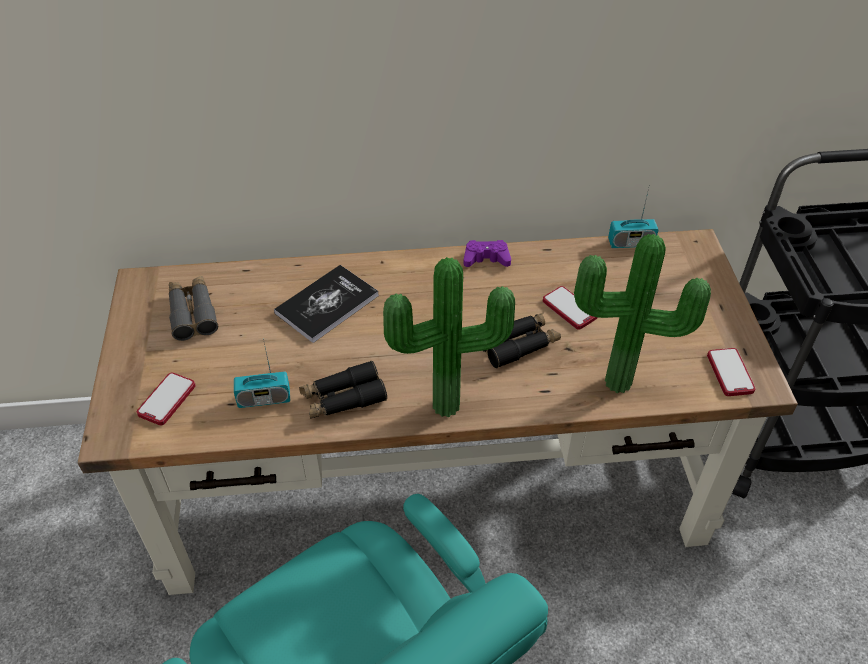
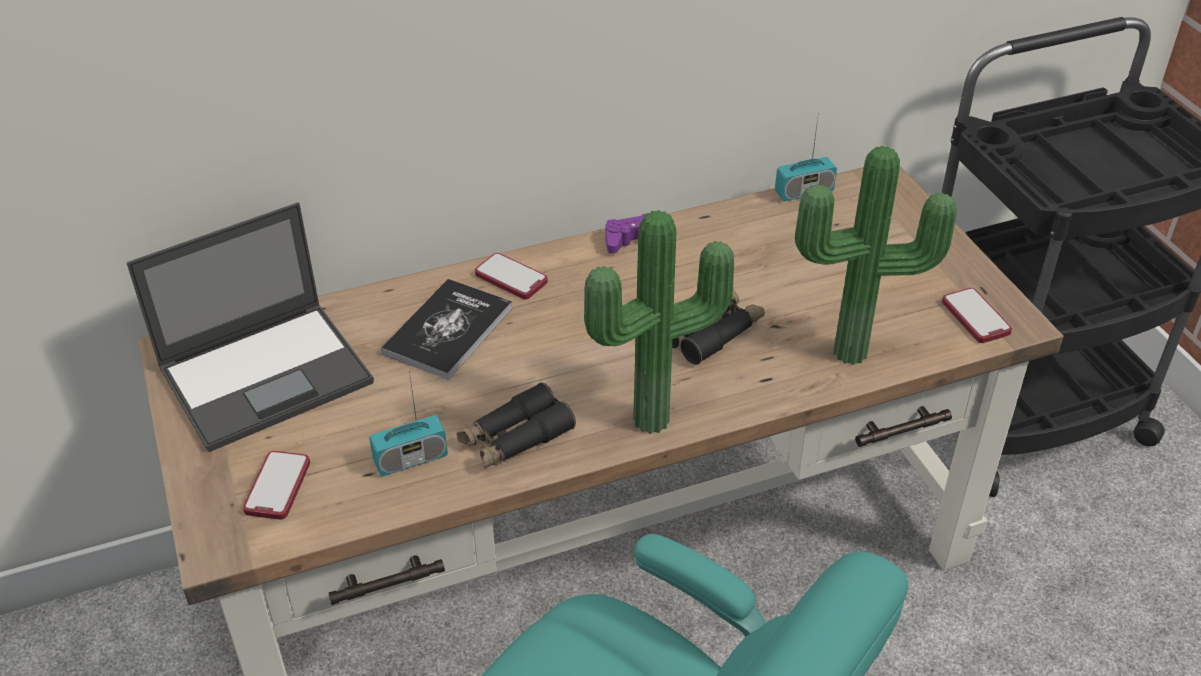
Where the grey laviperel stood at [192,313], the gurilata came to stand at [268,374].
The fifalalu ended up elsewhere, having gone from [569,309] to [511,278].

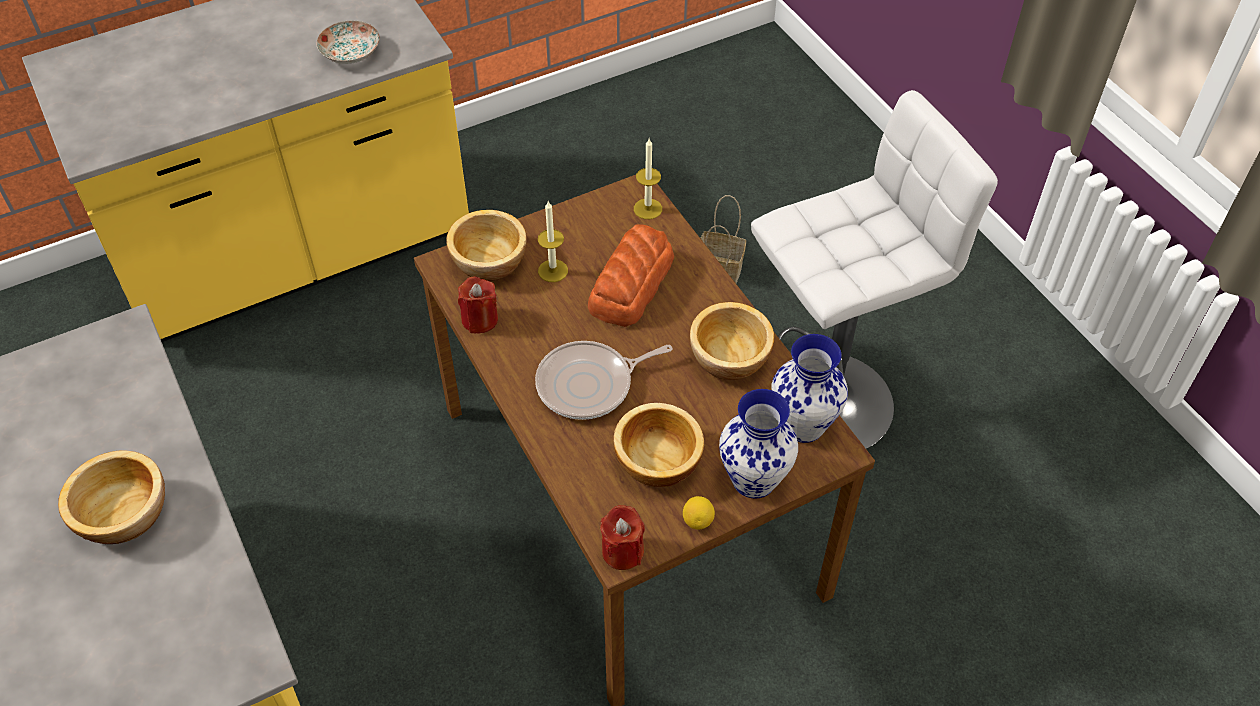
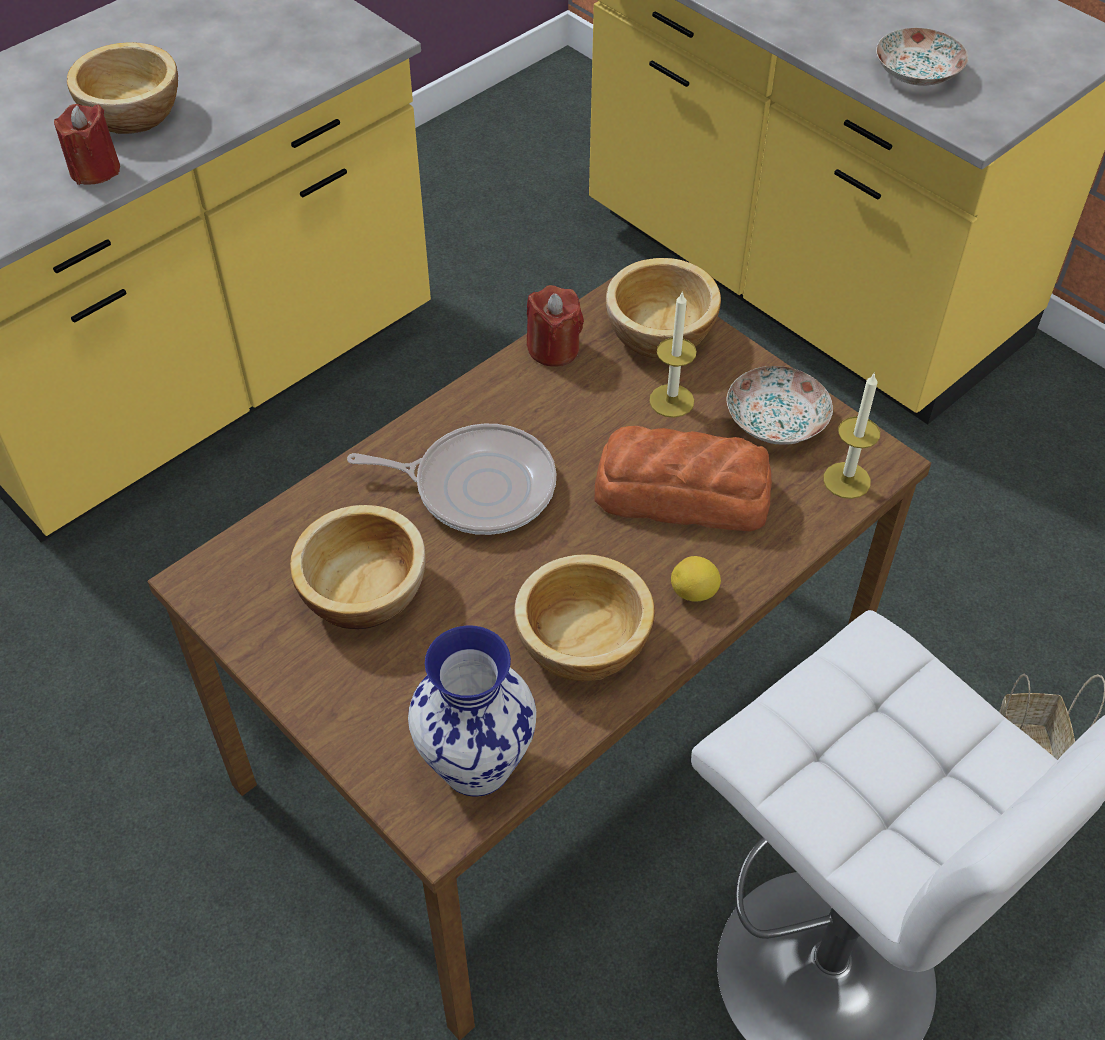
The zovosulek at [589,385] ended up facing another way, 135 degrees clockwise from before.
The second view lost the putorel at [754,481].
The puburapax ended up elsewhere, having gone from [698,520] to [694,592].
The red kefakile ended up elsewhere, having gone from [622,551] to [95,170].
The second view gained the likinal at [777,420].

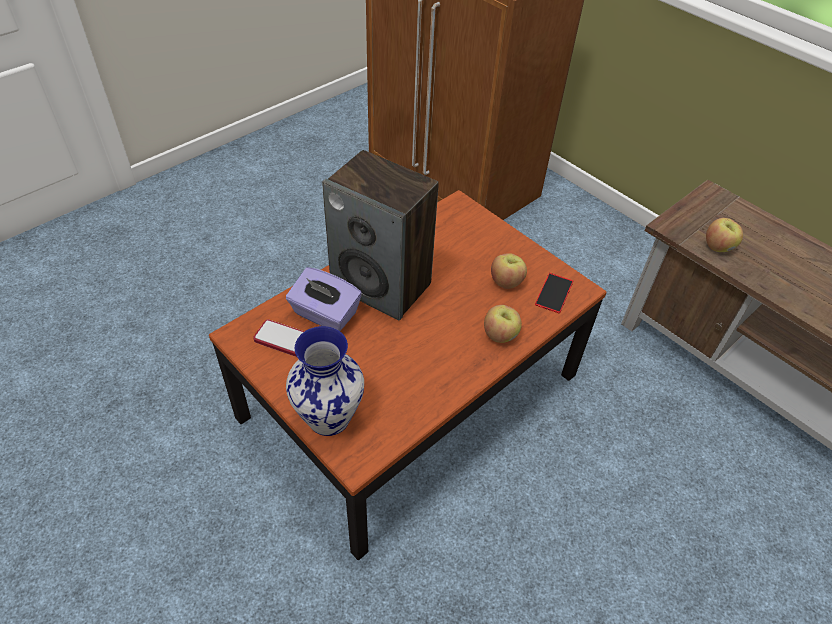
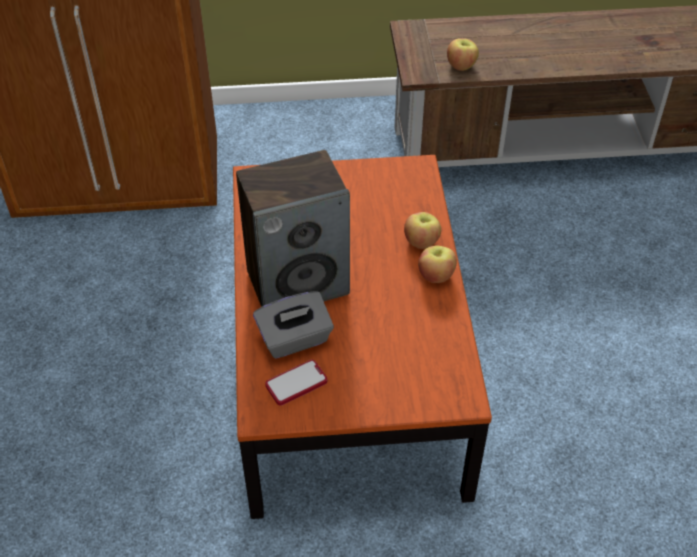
The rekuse ended up elsewhere, having gone from [506,282] to [436,275].
What was the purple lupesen at [325,314] turned into the grey lupesen at [295,339].
The second view lost the fifalalu at [554,293].
The second view lost the putorel at [328,416].

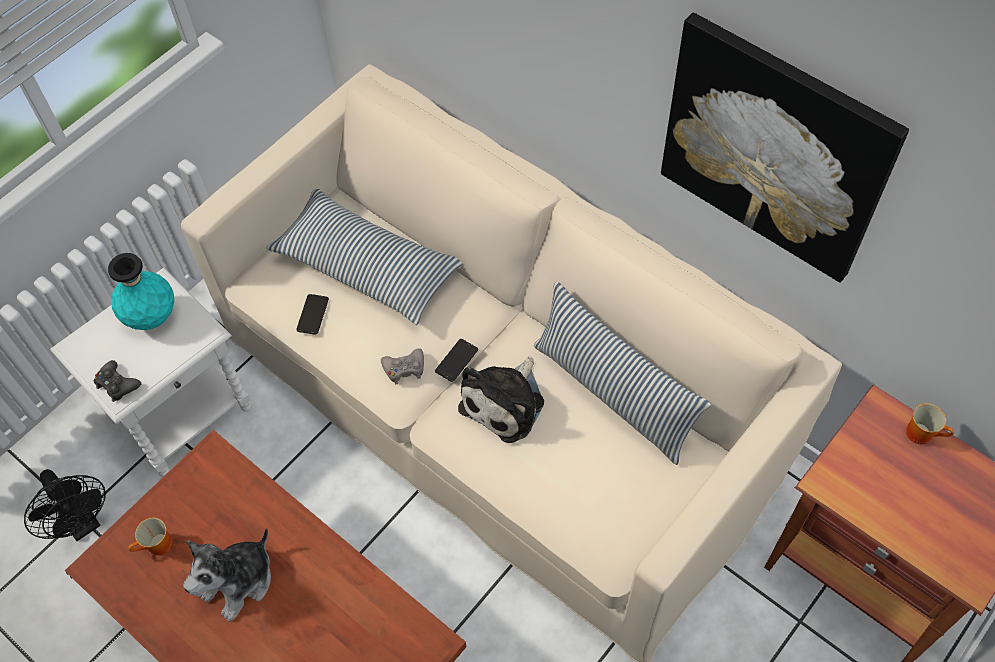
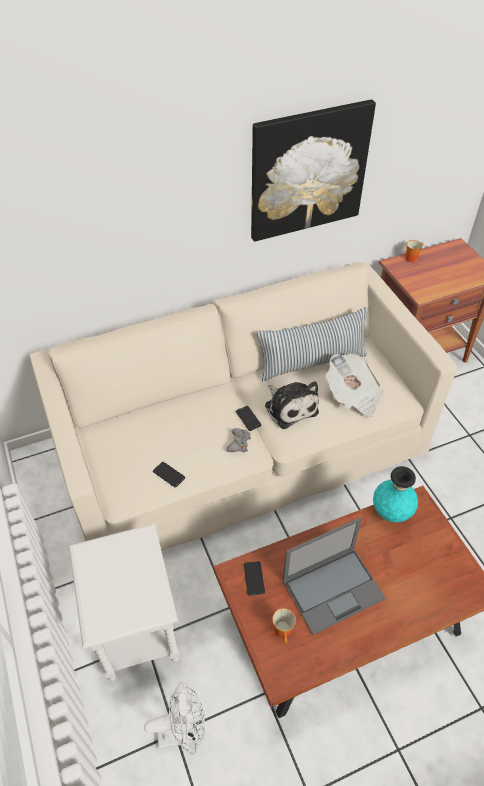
The second view lost the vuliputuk at [367,266].
The turquoise putorel ended up elsewhere, having gone from [151,316] to [391,512].
The second view lost the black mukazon at [117,384].
What was the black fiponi at [83,523] turned into the white fiponi at [182,731].
Where the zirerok stood at [239,581], the gurilata came to stand at [334,588].
The second view gained the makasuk at [353,395].
The second view gained the fifalalu at [254,578].

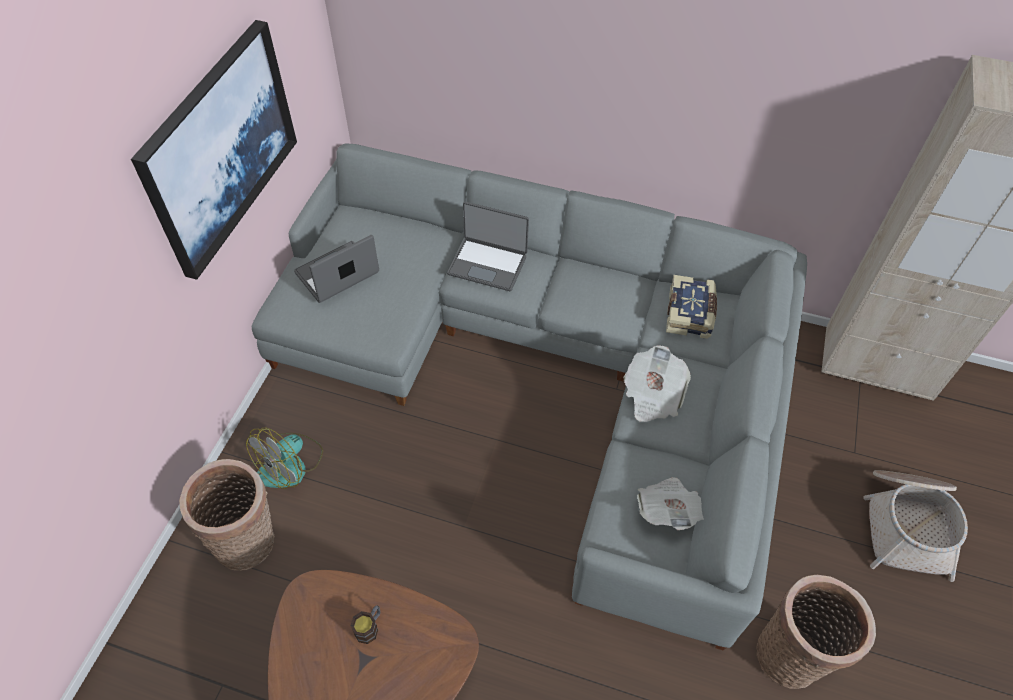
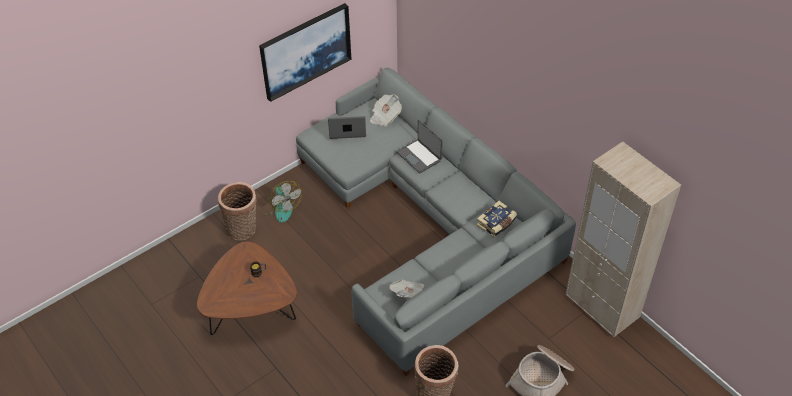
The makasuk ended up elsewhere, having gone from [652,395] to [385,117].
The fiponi at [291,465] ended up facing another way, 105 degrees counterclockwise from before.

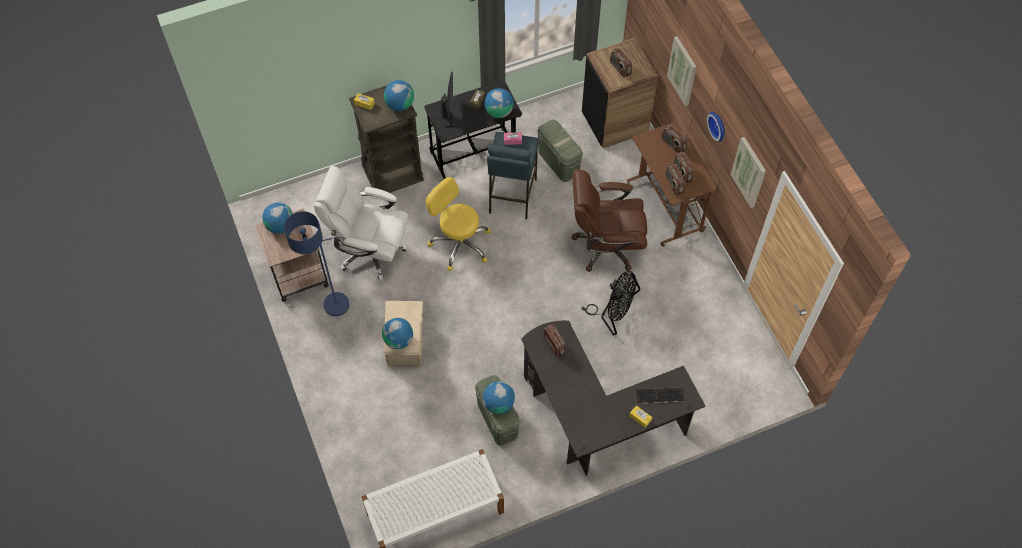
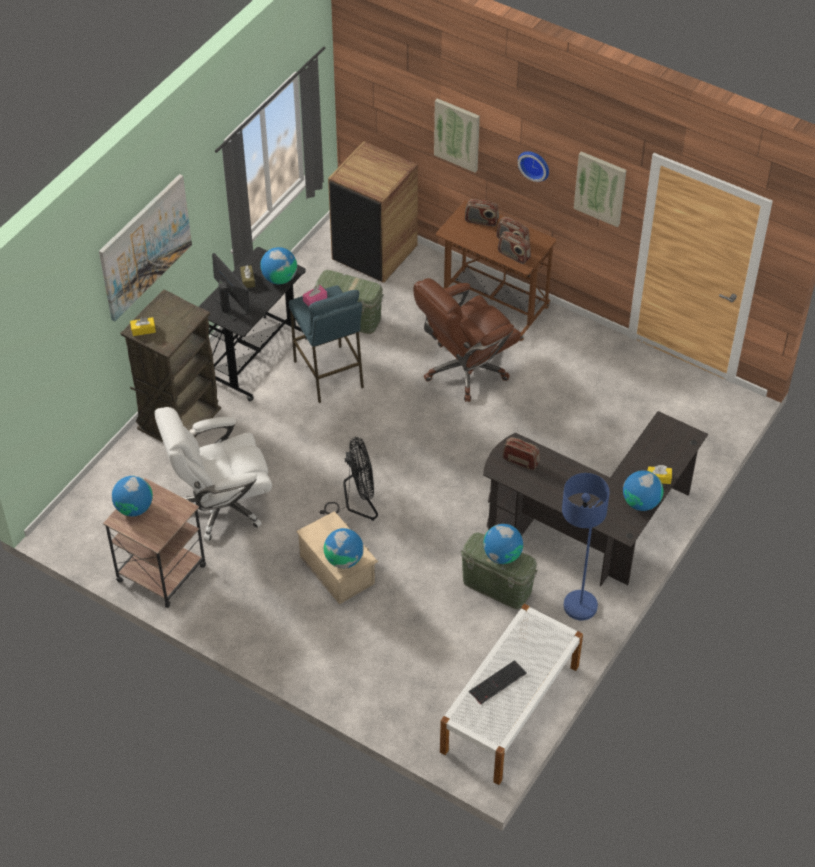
The second view lost the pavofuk at [620,68].
The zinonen ended up elsewhere, having gone from [400,104] to [641,502].
The second view lost the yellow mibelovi at [458,242].
The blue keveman ended up elsewhere, having gone from [328,307] to [574,613].
The black fiponi ended up elsewhere, having gone from [613,311] to [355,497].
The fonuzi ended up elsewhere, having gone from [659,396] to [497,683].
The second view gained the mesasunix at [145,246].

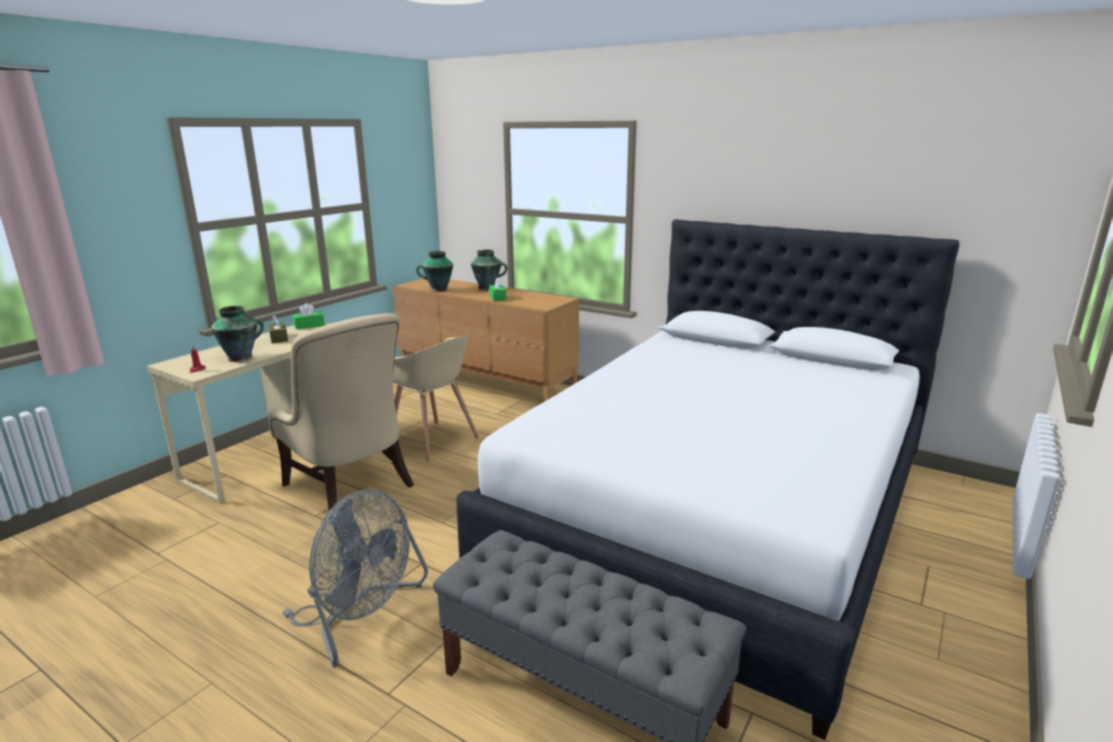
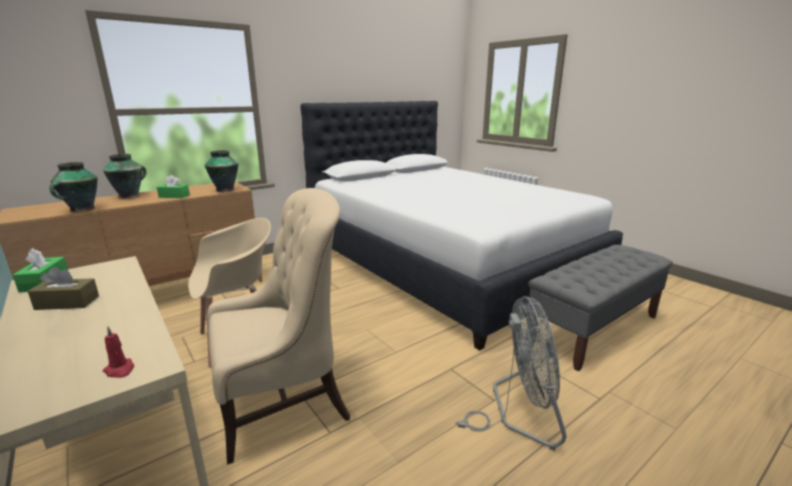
The putorel ended up elsewhere, having gone from [241,358] to [225,190].
The grey fiponi at [357,617] ended up facing another way, 45 degrees clockwise from before.

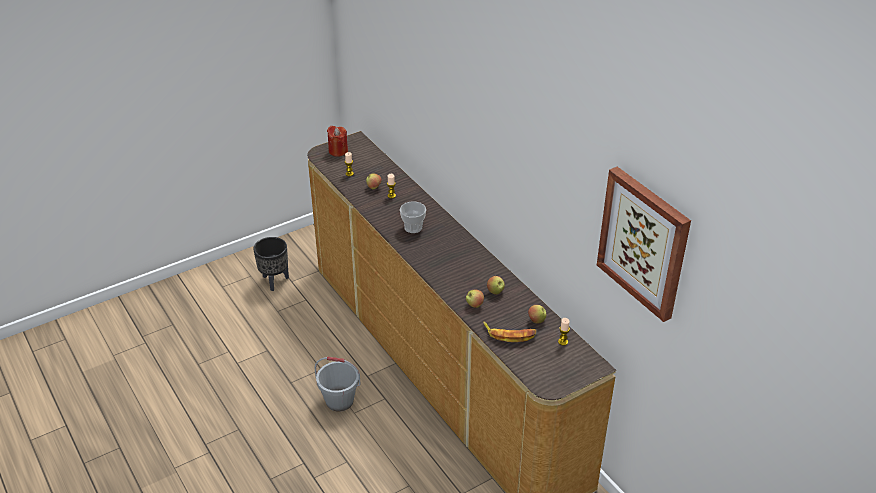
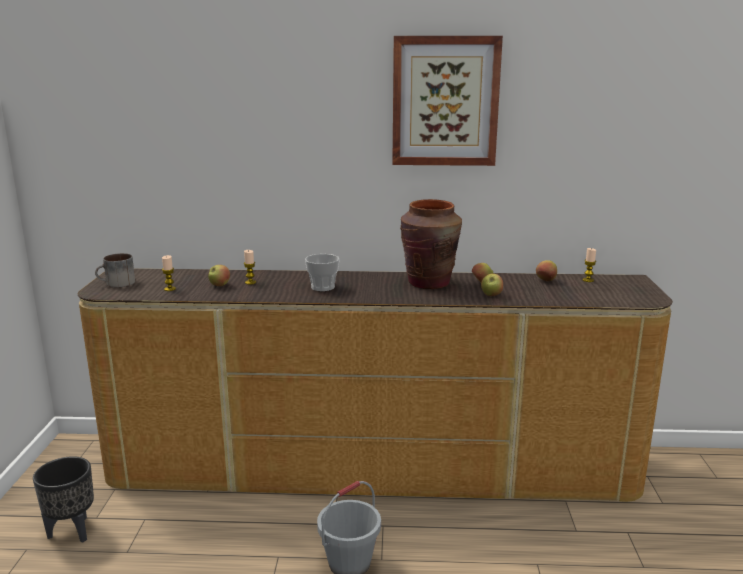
Where the red kefakile stood at [338,151], the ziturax came to stand at [117,284].
The mesasunix ended up elsewhere, having gone from [644,242] to [445,101].
The second view lost the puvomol at [509,334].
The second view gained the brown putorel at [429,283].

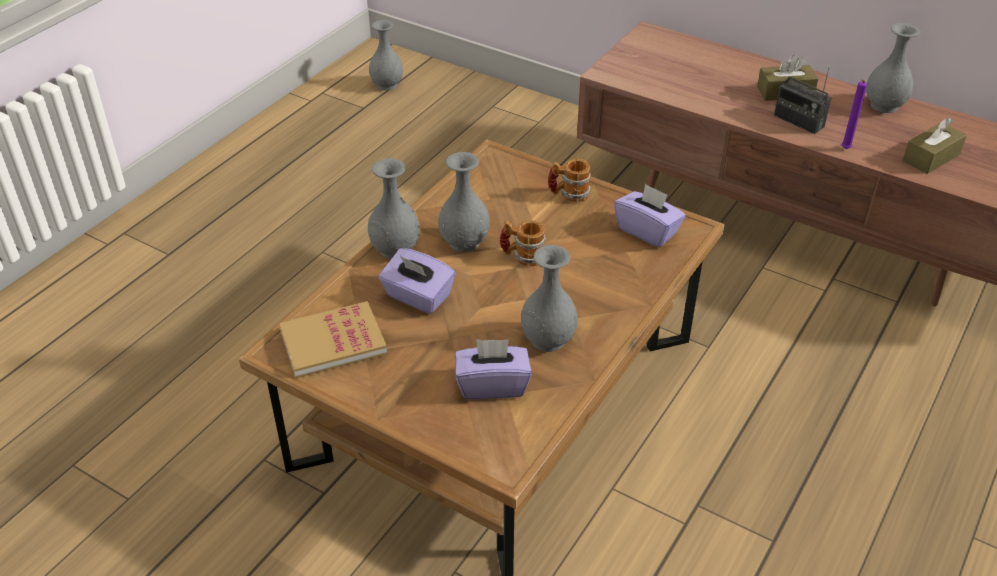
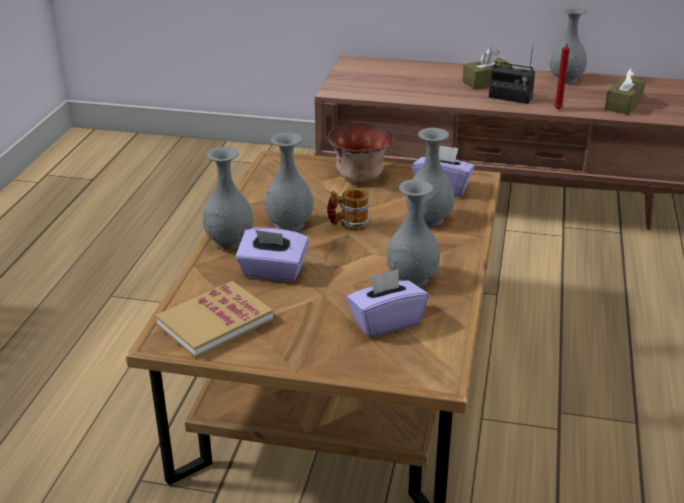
The grey putorel ended up elsewhere, having gone from [387,85] to [429,219].
What was the purple kefakile at [844,149] turned into the red kefakile at [557,109].
Where the ziturax stood at [568,194], the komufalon came to stand at [359,175].

